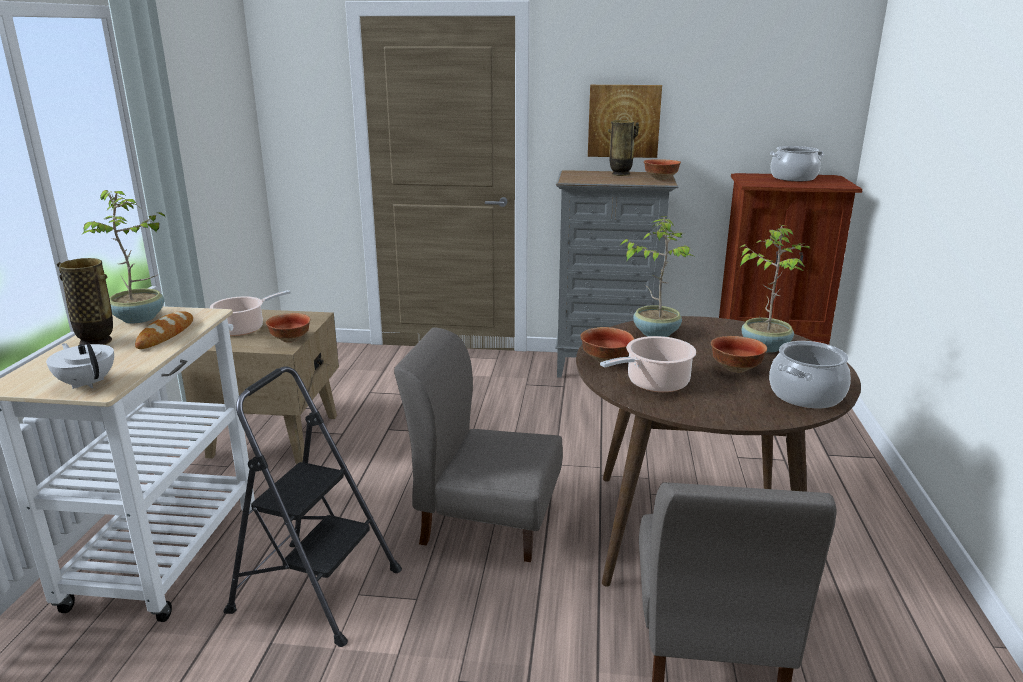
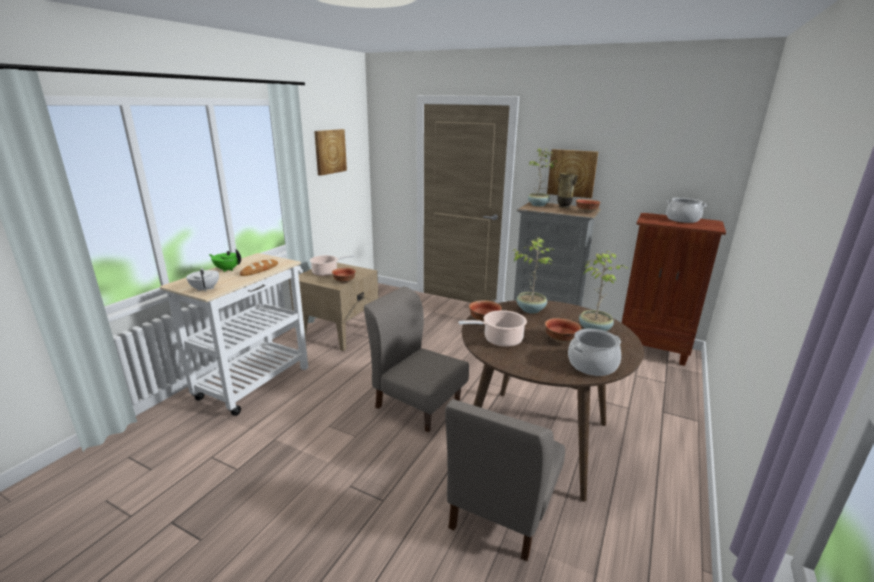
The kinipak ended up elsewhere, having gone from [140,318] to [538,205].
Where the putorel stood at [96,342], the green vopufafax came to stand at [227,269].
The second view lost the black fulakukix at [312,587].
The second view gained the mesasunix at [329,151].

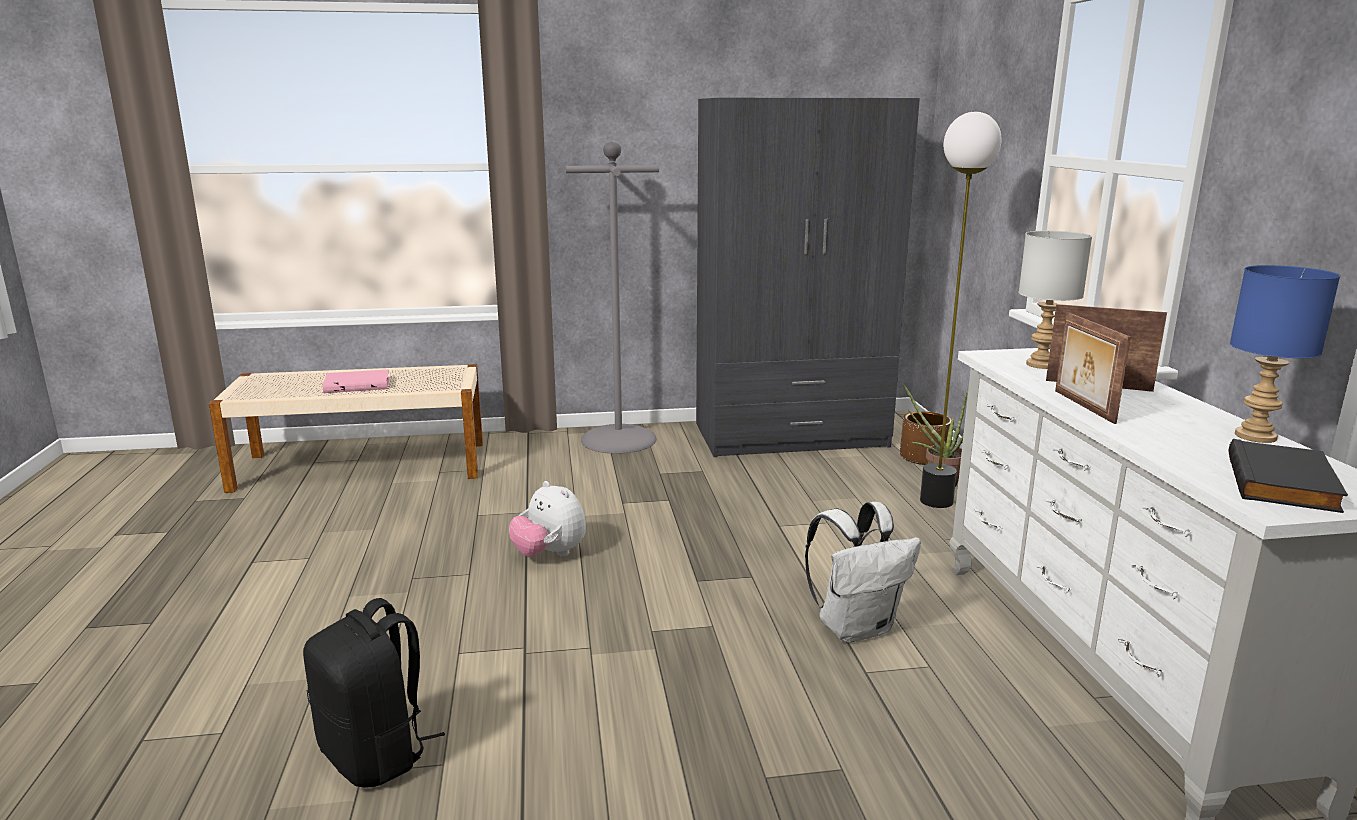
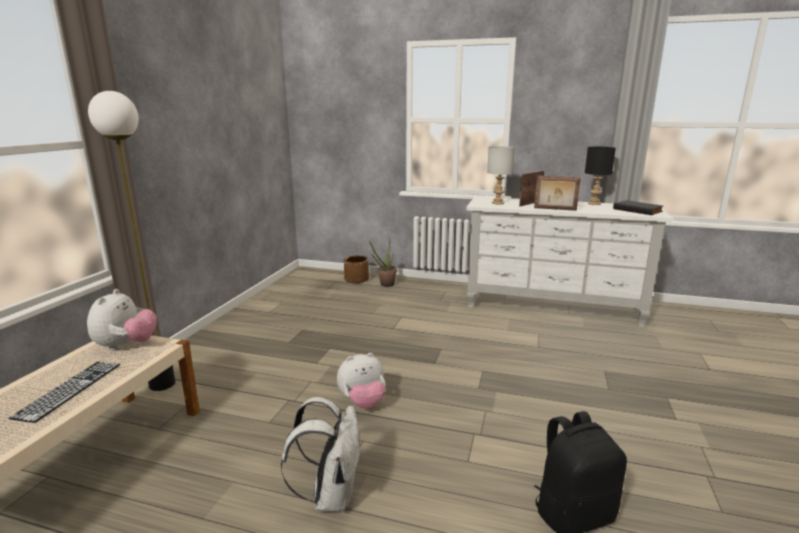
The second view lost the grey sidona at [791,435].
The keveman ended up elsewhere, having gone from [937,501] to [163,384].
The second view lost the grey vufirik at [618,439].
What was the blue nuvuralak at [1254,436] turned into the black nuvuralak at [594,204].
Where the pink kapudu stood at [358,385], the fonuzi came to stand at [69,389].
The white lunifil ended up elsewhere, having gone from [856,627] to [331,495].
The second view gained the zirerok at [126,346].

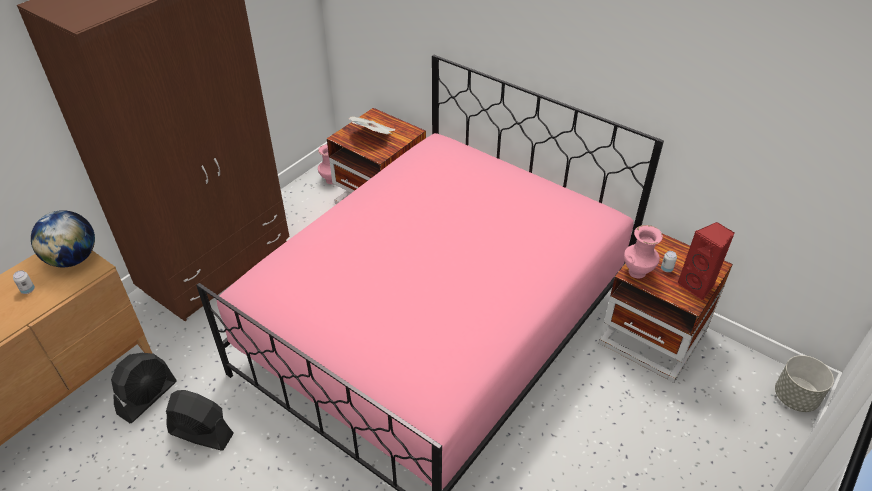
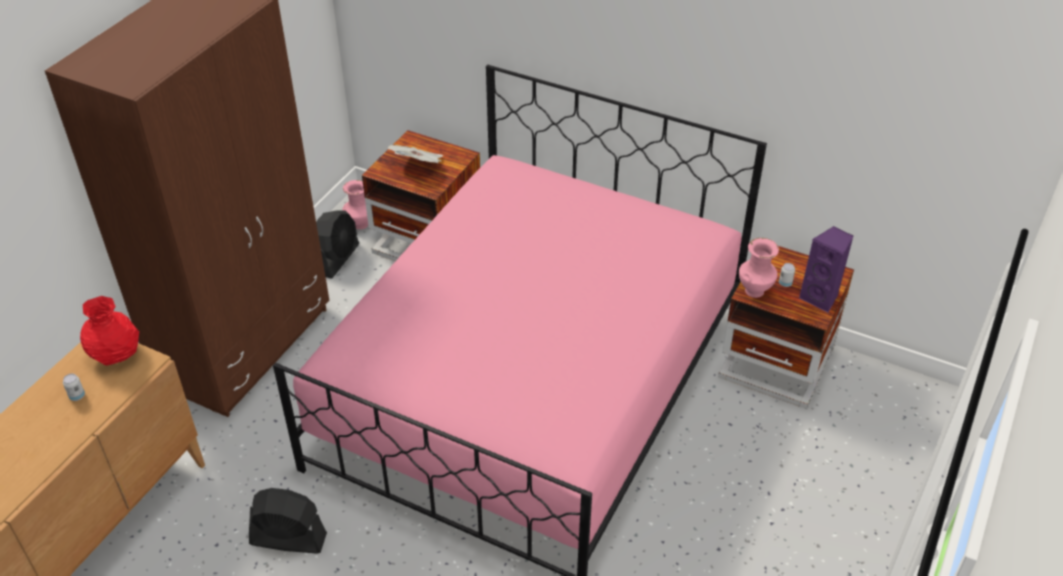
Where the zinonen stood at [73,259], the red putorel came to stand at [116,354].
What was the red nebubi at [697,286] turned into the purple nebubi at [821,298].
The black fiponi ended up elsewhere, having gone from [148,397] to [337,259].
The second view lost the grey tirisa at [794,397].

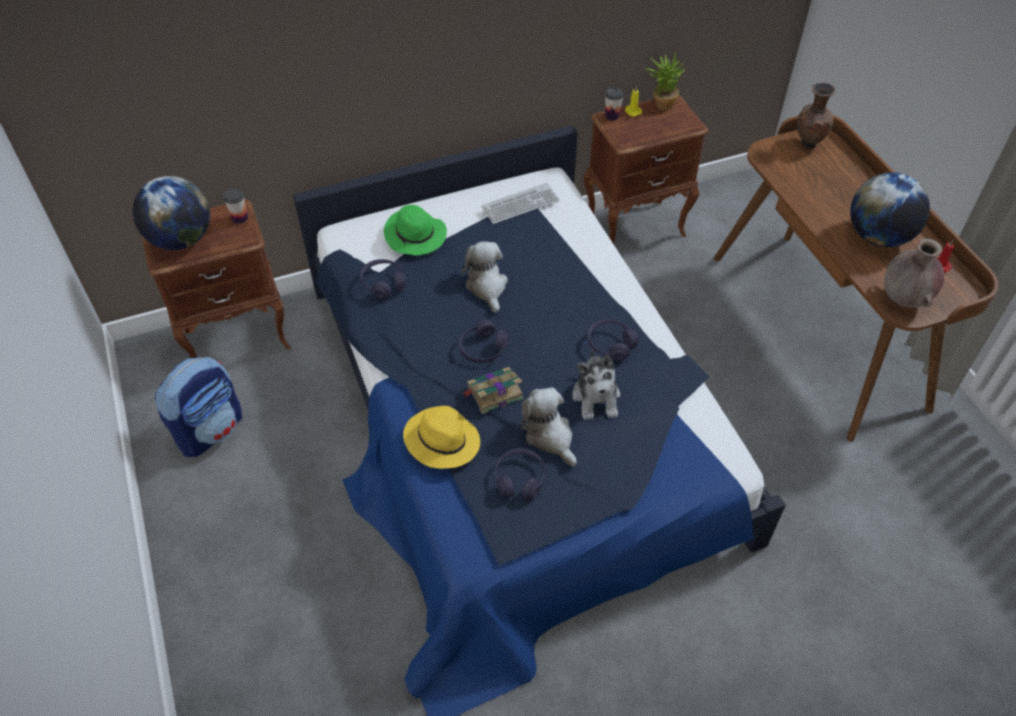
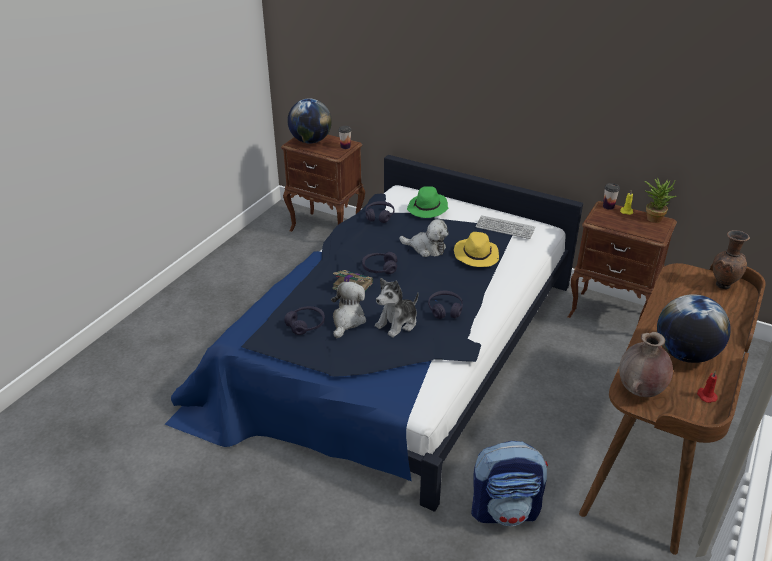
The zirerok at [487,287] ended up facing another way, 75 degrees clockwise from before.
The lunifil ended up elsewhere, having gone from [210,429] to [505,510].
The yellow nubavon ended up elsewhere, having gone from [441,440] to [476,255].

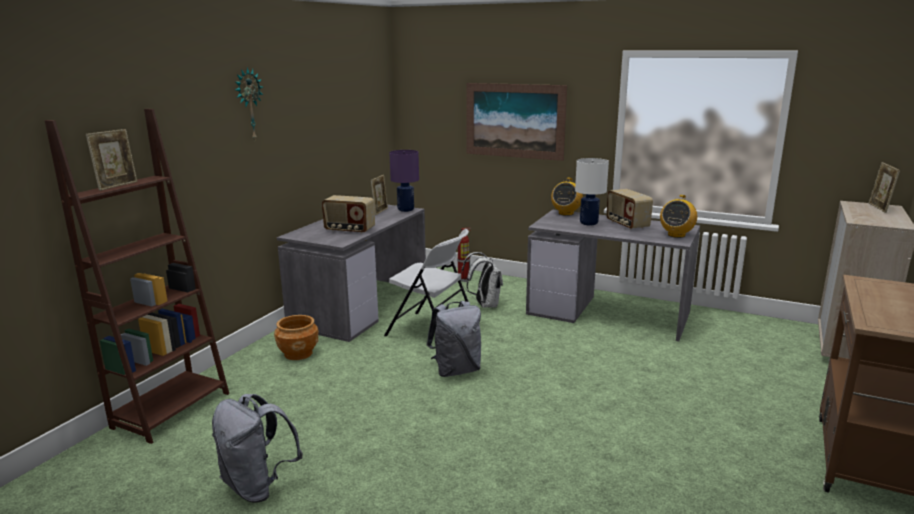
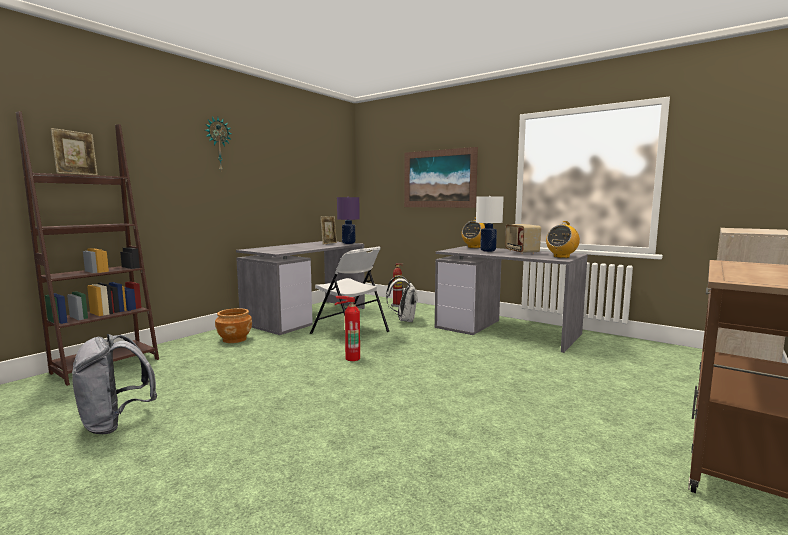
The second view lost the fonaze at [879,208].
The second view lost the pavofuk at [349,230].
Where the grey lunifil stood at [456,370], the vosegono came to stand at [351,358].

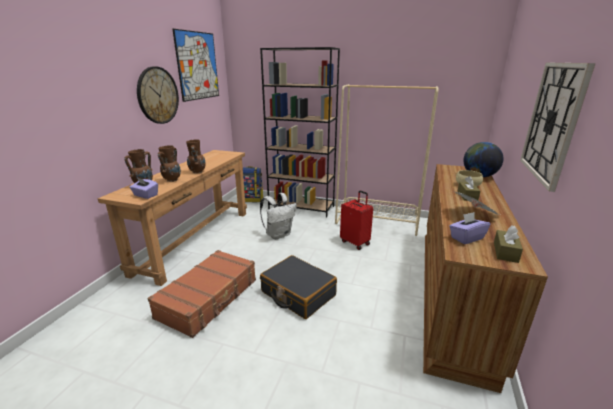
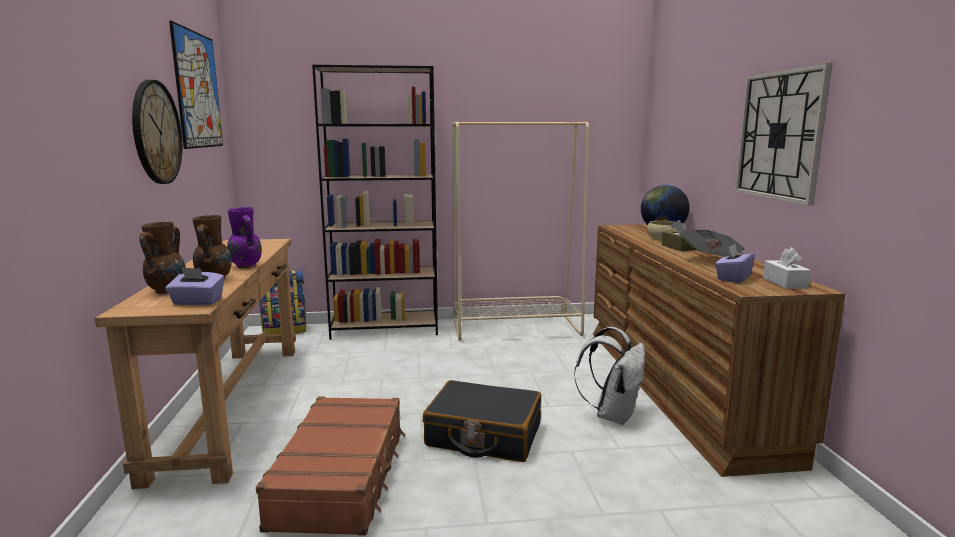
What was the brown putorel at [197,172] turned into the purple putorel at [246,266].
The second view lost the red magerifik at [355,242].
The white lunifil ended up elsewhere, having gone from [278,234] to [613,415].
What was the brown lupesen at [505,252] turned into the white lupesen at [784,283].

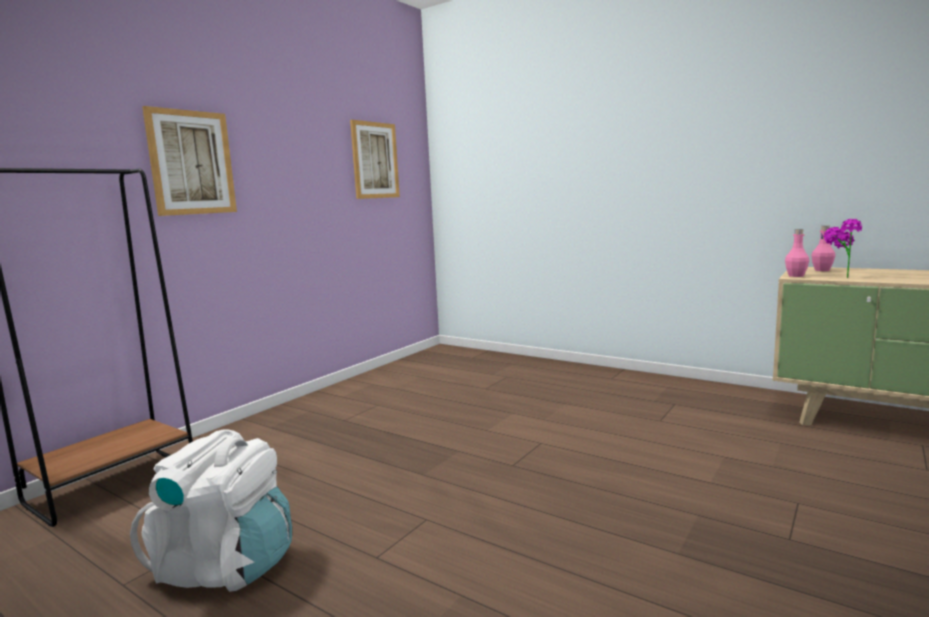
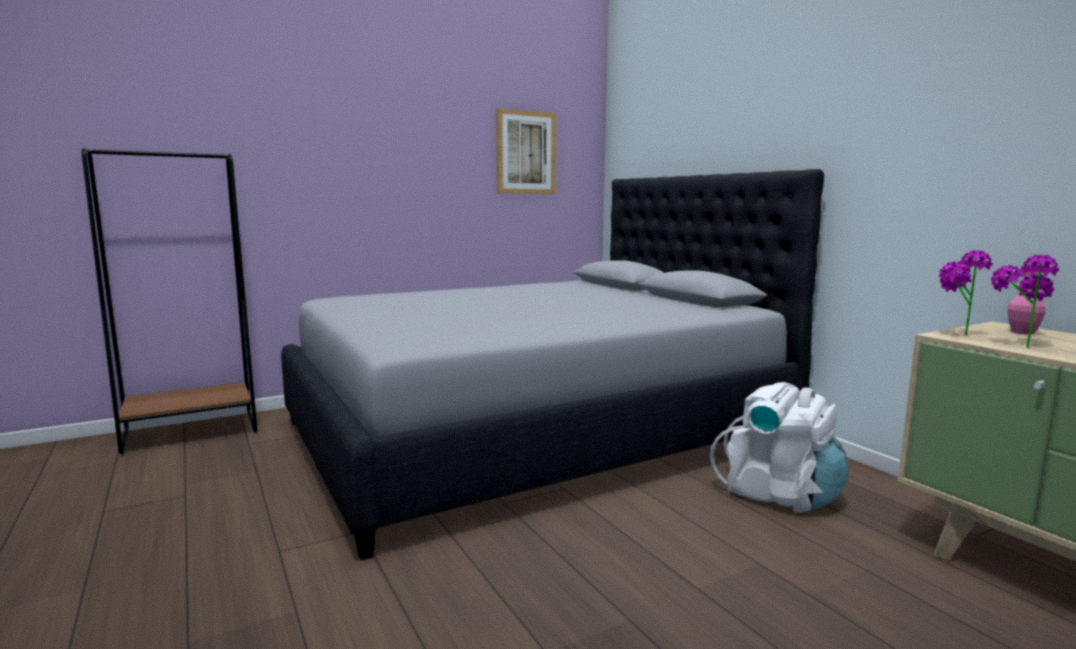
The second view lost the mesasunix at [192,163].
Where the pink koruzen stood at [795,276], the kinipak came to stand at [952,334].
The white lunifil ended up elsewhere, having gone from [226,566] to [778,494].
The second view gained the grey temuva at [536,432].

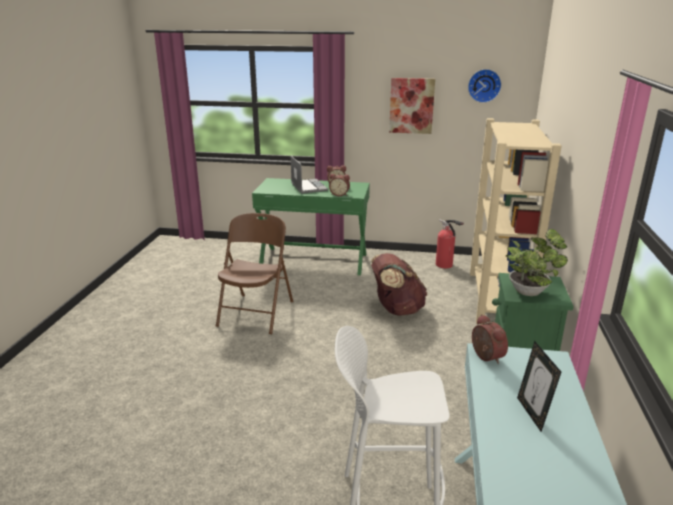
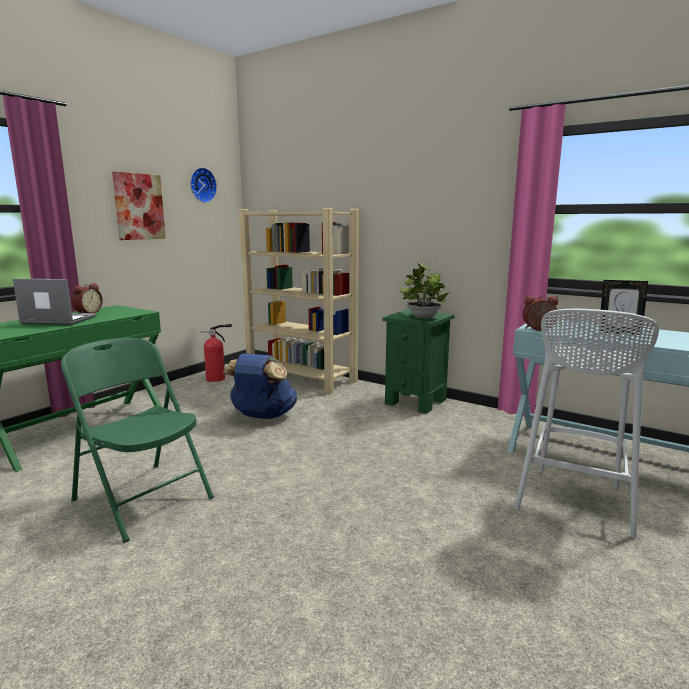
The second view lost the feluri at [339,194].
What was the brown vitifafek at [256,313] turned into the green vitifafek at [143,499].
What was the brown lunifil at [396,309] turned into the blue lunifil at [262,416].

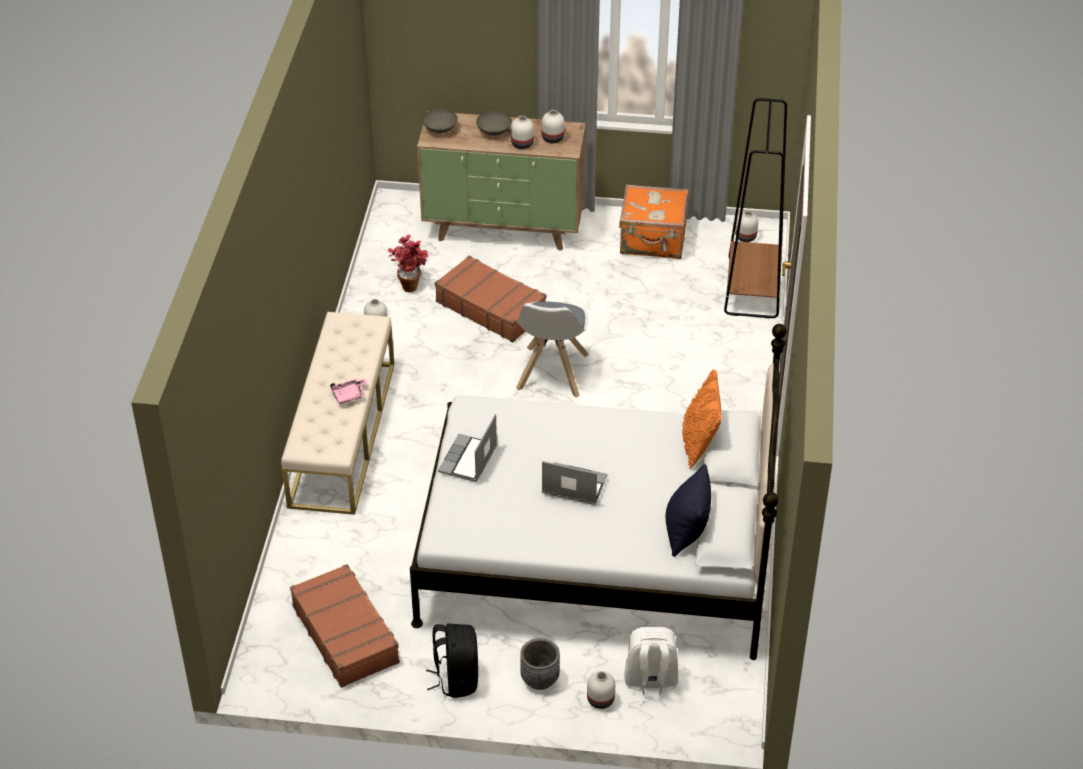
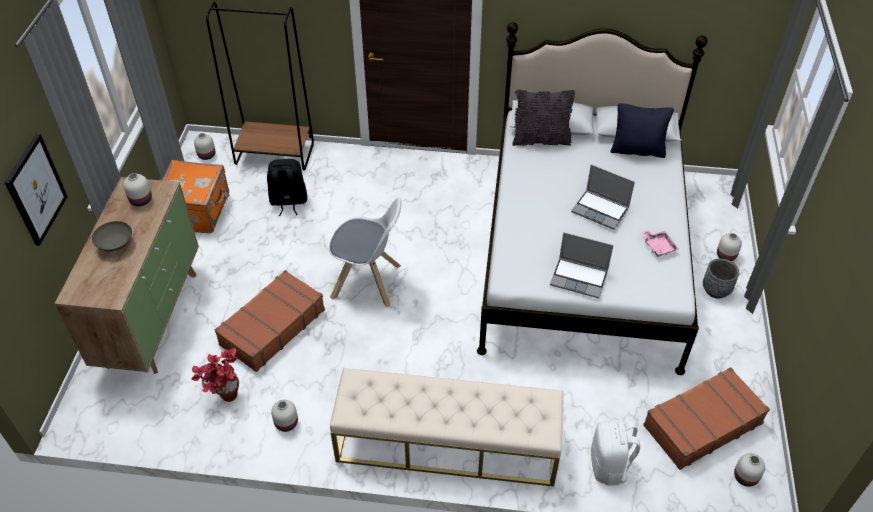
The second view lost the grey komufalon at [440,129].
The white putorel ended up elsewhere, having gone from [522,144] to [746,477].
What was the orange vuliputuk at [699,443] turned into the black vuliputuk at [541,140].
The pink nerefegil ended up elsewhere, having gone from [349,395] to [658,246].
The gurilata at [573,486] ended up facing another way, 75 degrees counterclockwise from before.
The black lunifil ended up elsewhere, having gone from [456,679] to [288,201].
The white lunifil ended up elsewhere, having gone from [650,682] to [610,466].
The second view gained the mesasunix at [36,189].

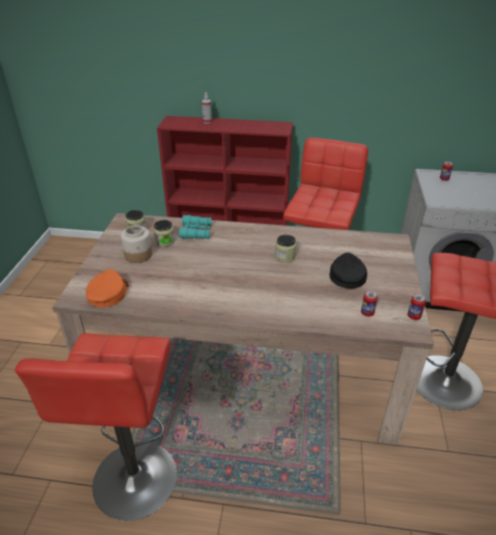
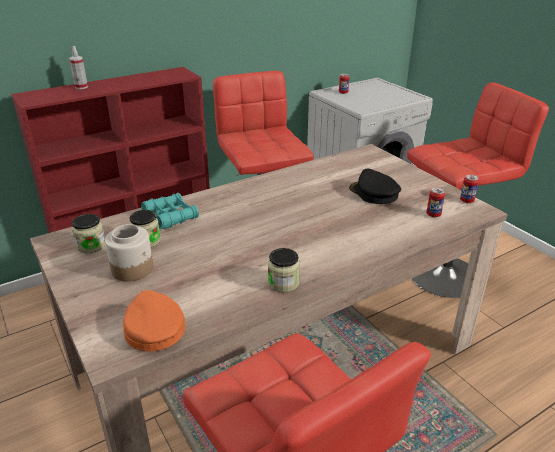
The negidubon ended up elsewhere, having gone from [285,257] to [283,283].

